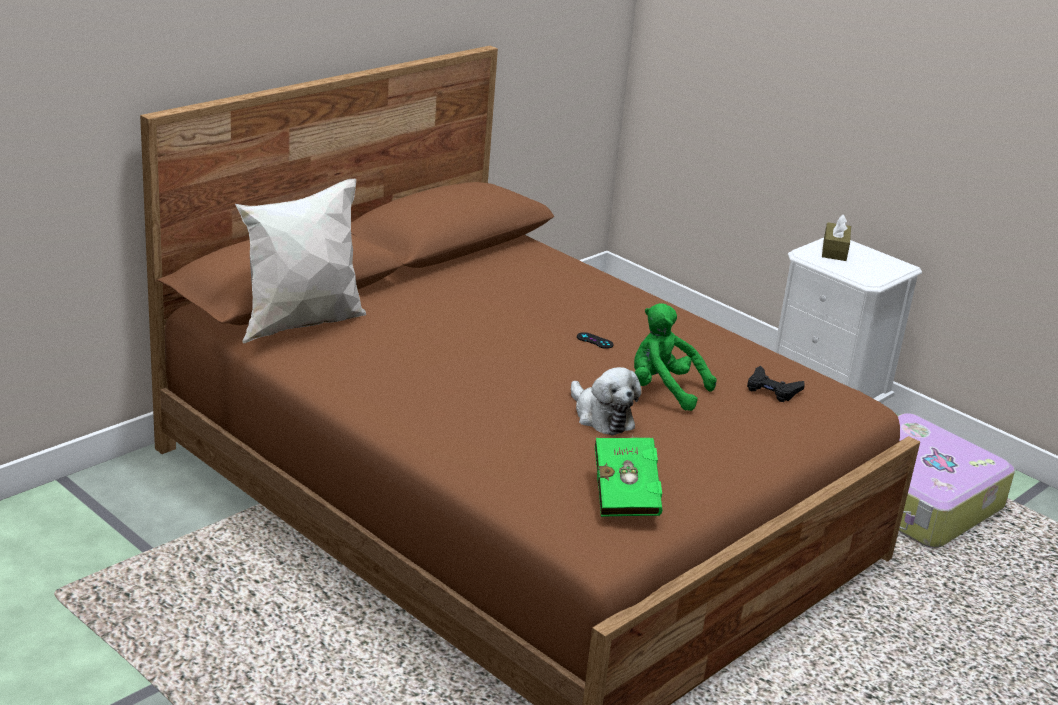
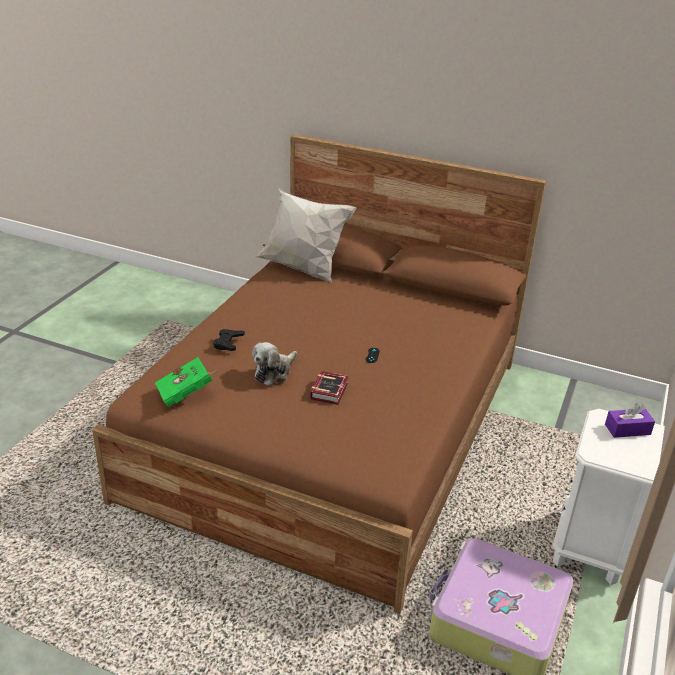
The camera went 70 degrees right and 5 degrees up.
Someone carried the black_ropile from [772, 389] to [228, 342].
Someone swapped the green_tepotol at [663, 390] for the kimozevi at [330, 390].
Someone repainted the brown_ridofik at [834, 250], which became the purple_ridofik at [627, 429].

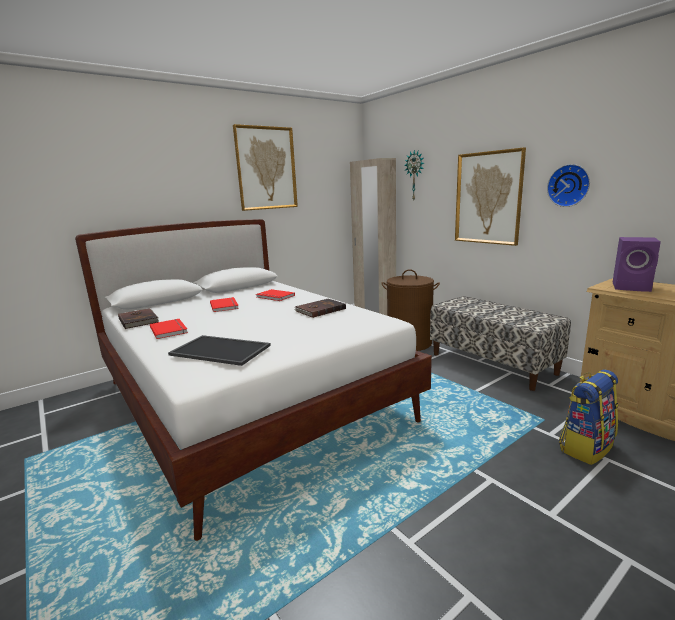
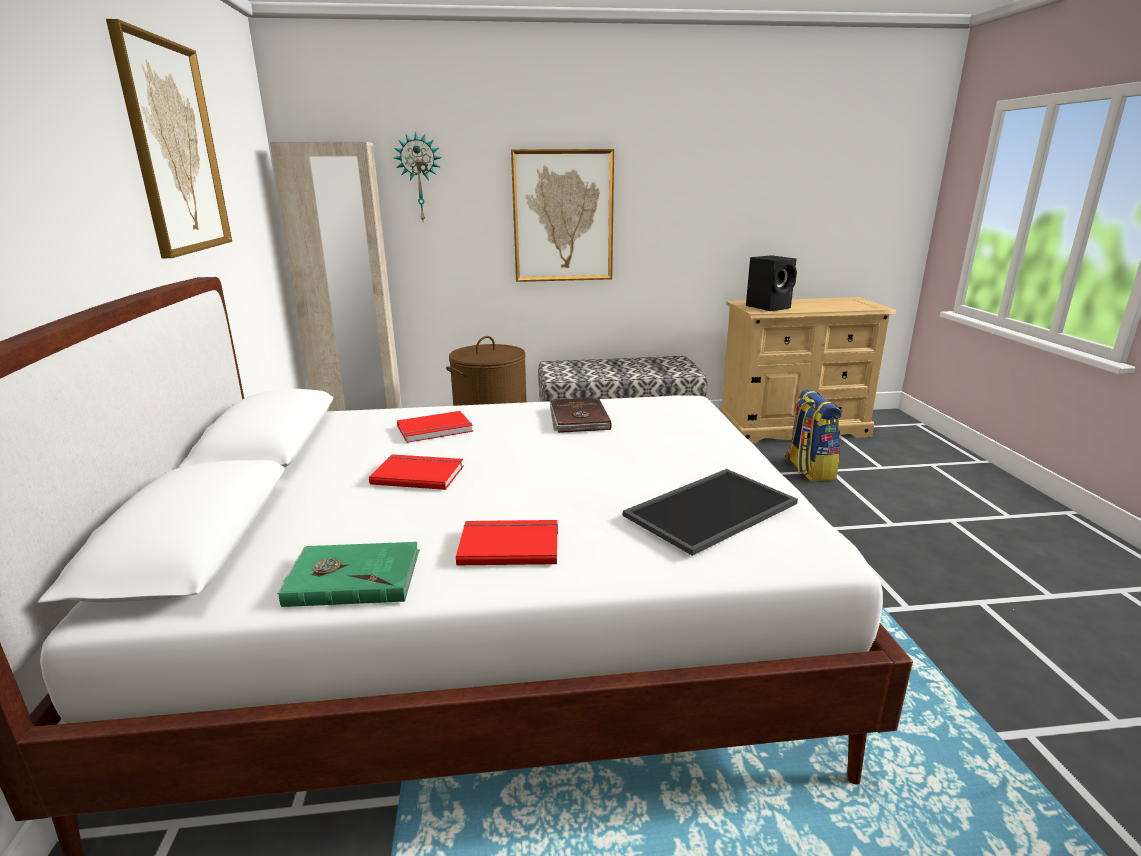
The camera went 60 degrees left and 5 degrees up.
Someone repainted the brown_kimozevi at [139, 320], which became the green_kimozevi at [353, 577].
Someone repainted the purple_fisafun at [632, 287], which became the black_fisafun at [769, 307].
Someone took away the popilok at [569, 185].

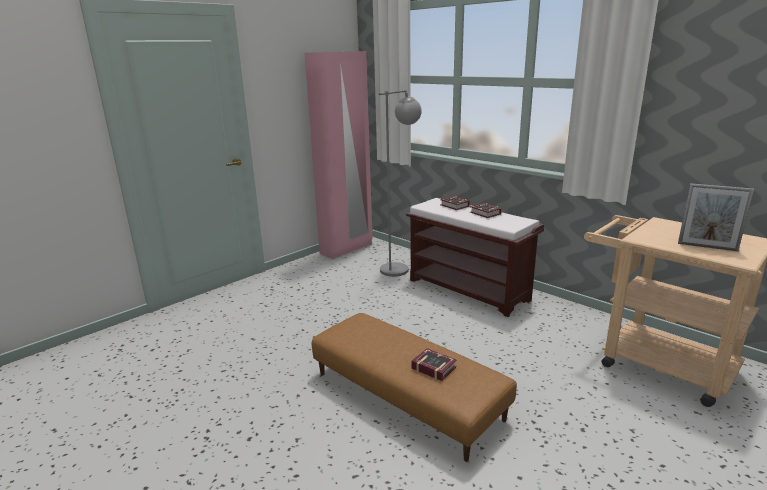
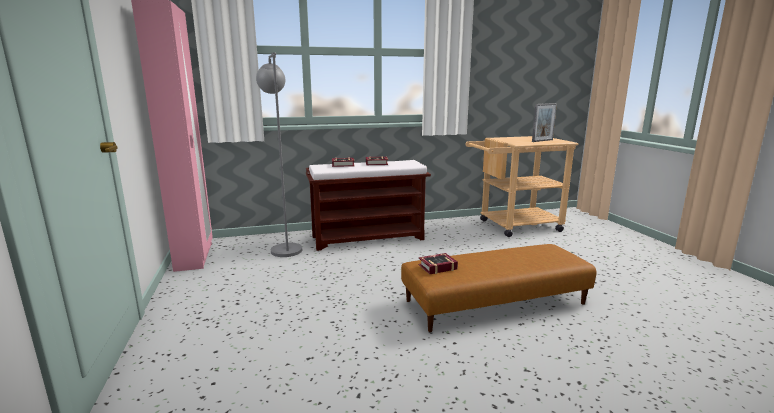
The camera went 60 degrees left and 5 degrees down.
Someone carried the kimozevi from [432, 367] to [435, 267].

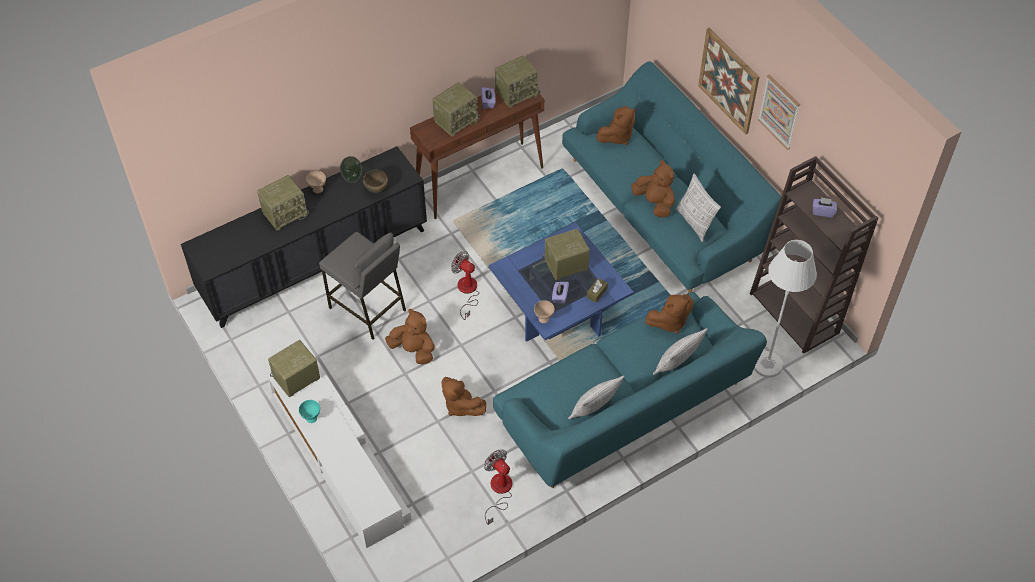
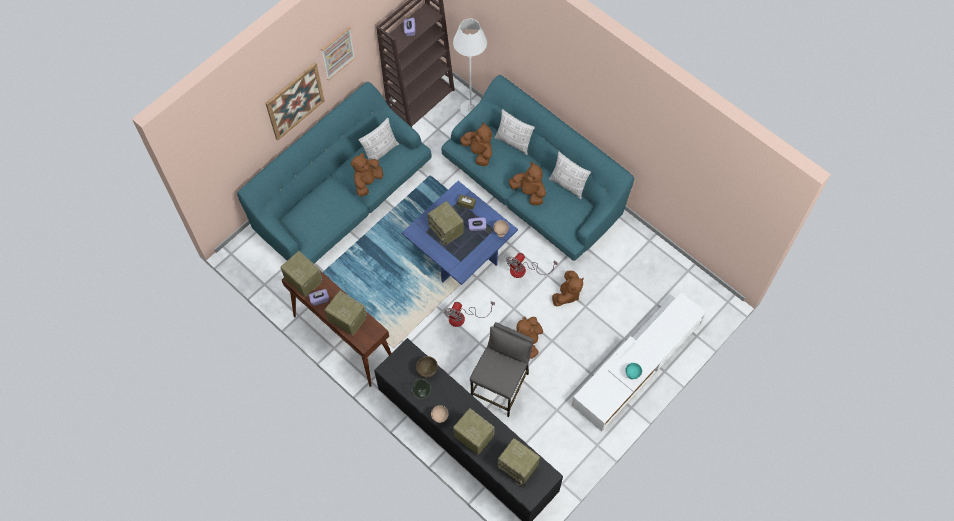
The camera went 105 degrees left and 10 degrees up.
Someone carried the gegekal from [296, 379] to [518, 466].
Someone carried the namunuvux from [499, 491] to [524, 270].
Someone carried the brown_tepotol from [617, 136] to [529, 192].

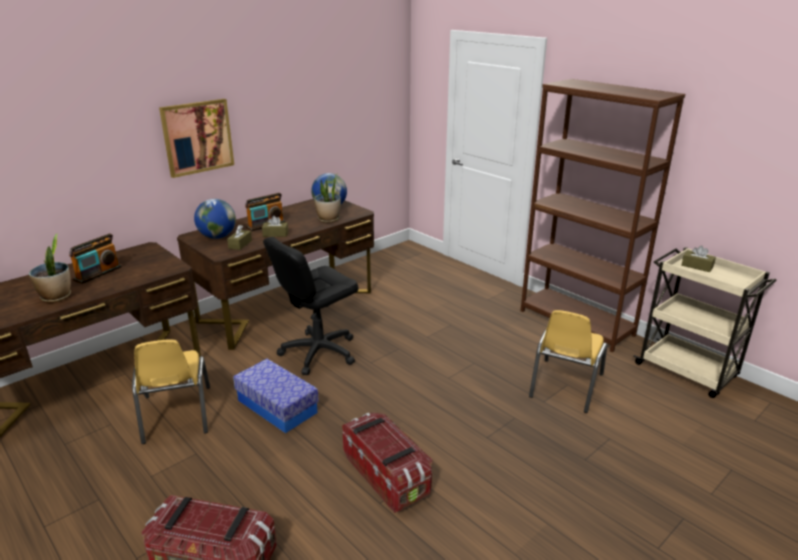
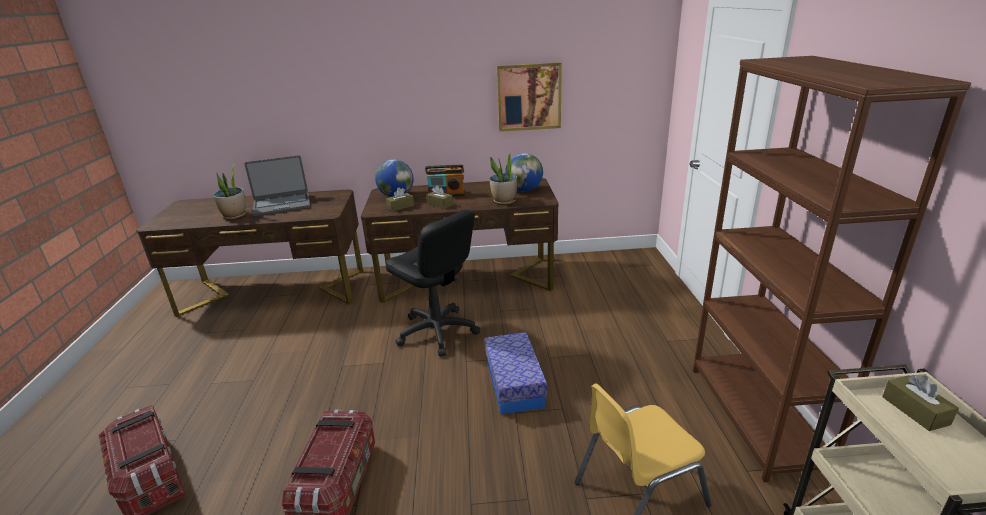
The camera went 40 degrees right and 0 degrees up.
Someone swapped the gegekal at [98, 273] for the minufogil at [282, 205].
Someone rotated the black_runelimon at [318, 352] by 135 degrees counterclockwise.
Someone carried the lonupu from [277, 406] to [514, 383].
Someone carried the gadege from [197, 137] to [529, 97].
Someone took away the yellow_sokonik at [176, 414].

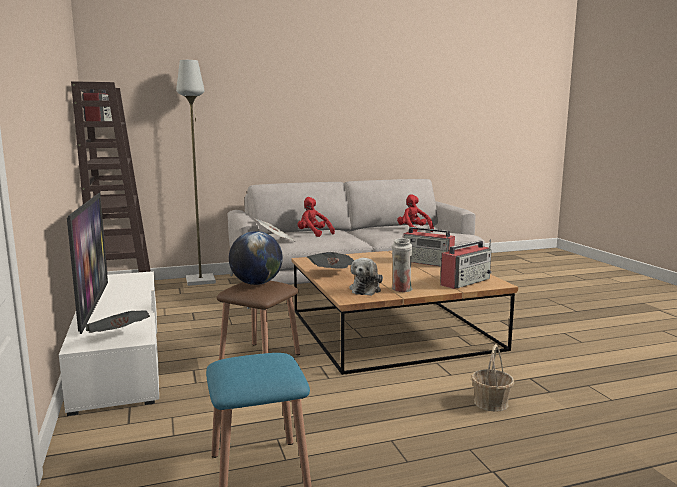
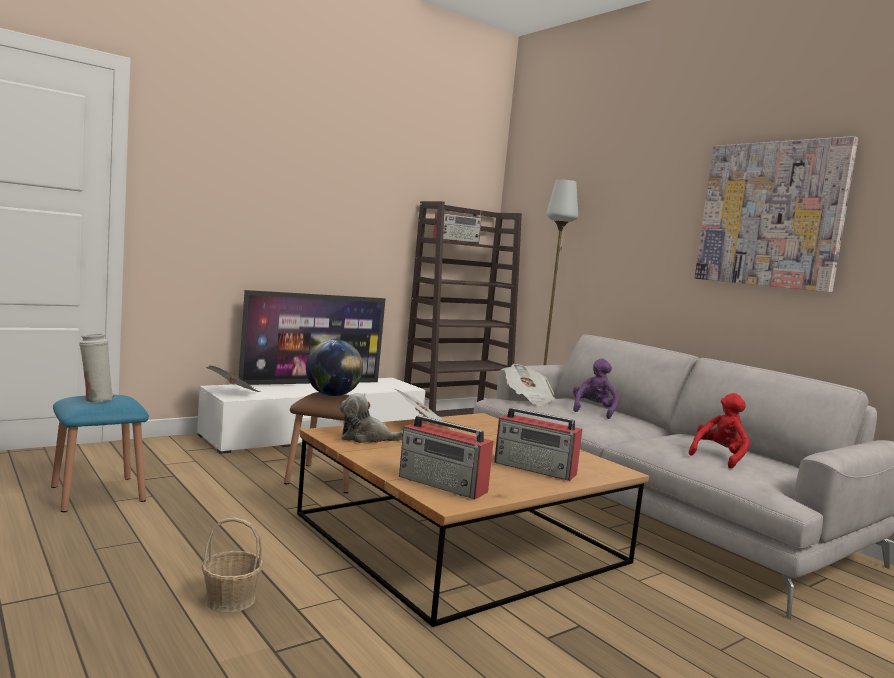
The camera went 70 degrees right and 5 degrees down.
Someone carried the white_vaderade from [401, 290] to [95, 399].
Someone rotated the gegekal at [428, 263] by 75 degrees counterclockwise.
Someone repainted the red_tepotol at [313, 234], which became the purple_tepotol at [593, 411].
Someone put up the gadege at [771, 214].

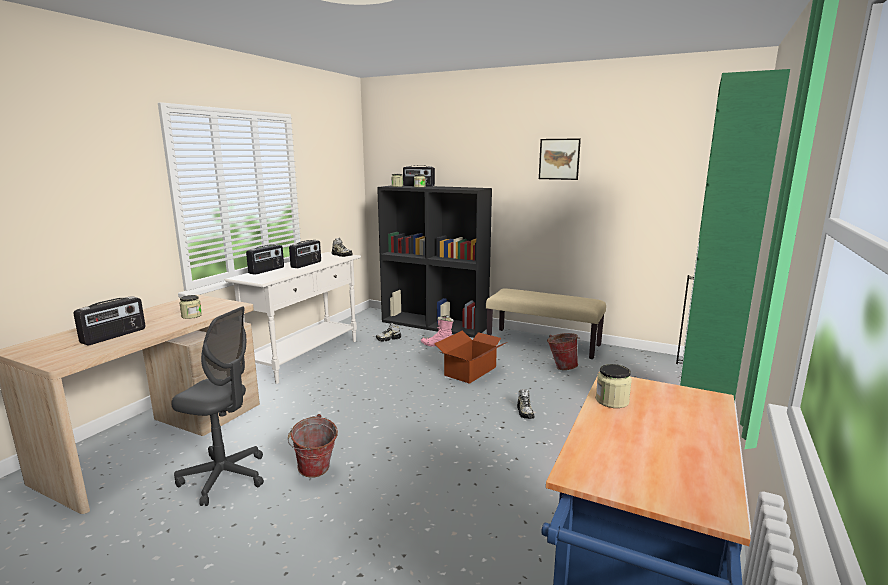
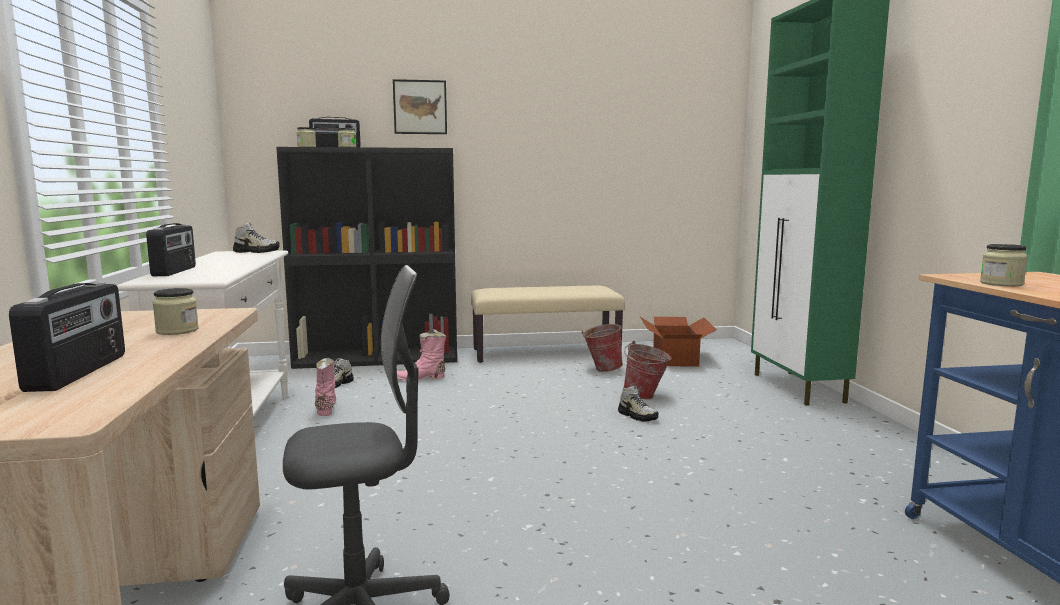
The camera went 35 degrees left and 5 degrees down.
Someone put down the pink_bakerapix at [325, 408].
Someone carried the gadege from [559, 159] to [420, 107].
Someone carried the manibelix from [315, 473] to [646, 397].
Someone carried the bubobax from [471, 371] to [675, 358].
Someone took away the gegekal at [306, 264].

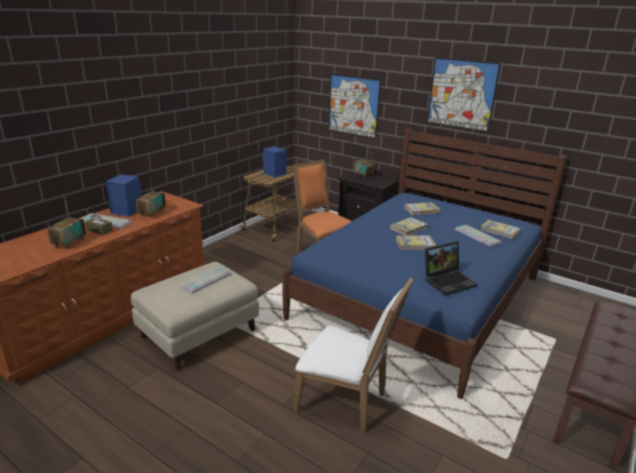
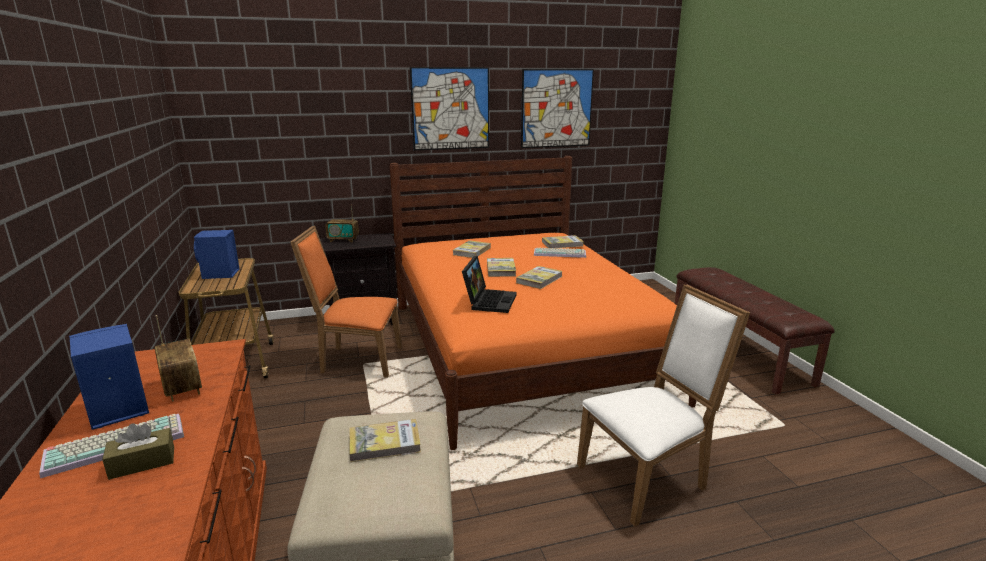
The camera went 50 degrees left and 5 degrees down.
Someone swapped the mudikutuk at [206, 281] for the kimozevi at [384, 443].
Someone repainted the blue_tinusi at [420, 297], which became the orange_tinusi at [522, 349].
Someone carried the minufogil from [448, 280] to [489, 301].
Someone carried the gadege from [353, 106] to [556, 108].
Someone took away the gegekal at [69, 243].

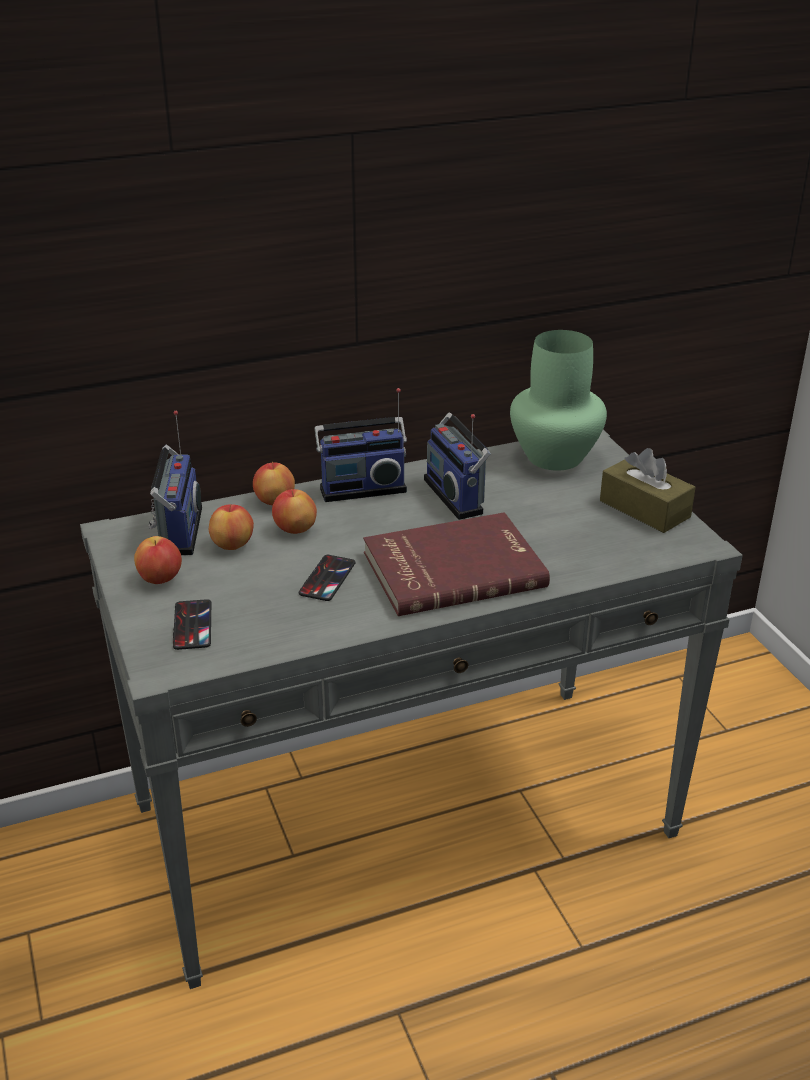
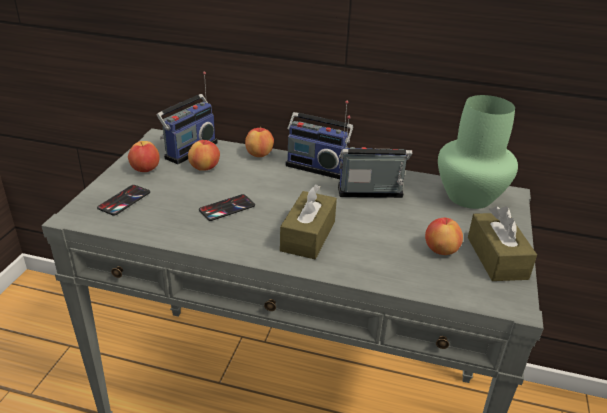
The camera went 35 degrees right and 0 degrees up.
Someone swapped the red_kimozevi at [452, 568] for the brown_ridofik at [308, 236].
Someone rotated the gegekal at [457, 495] by 75 degrees clockwise.
Someone carried the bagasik from [295, 529] to [440, 250].

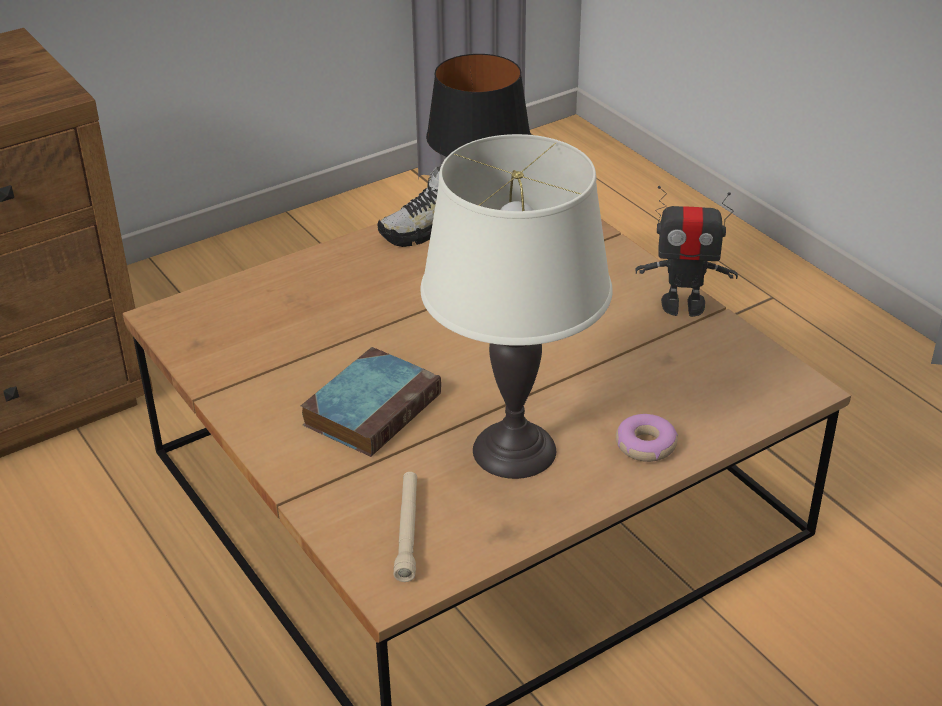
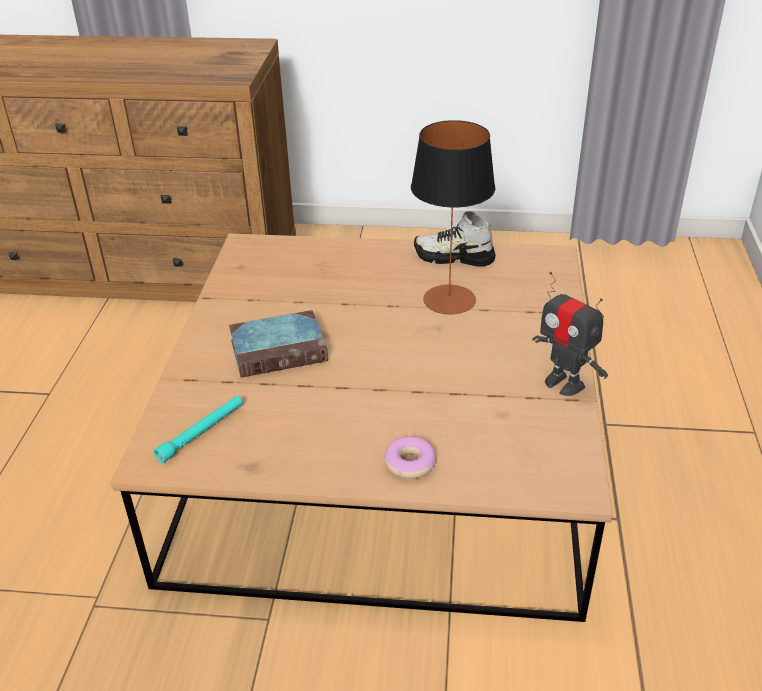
The camera went 40 degrees right and 0 degrees up.
Someone repainted the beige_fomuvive at [407, 531], which became the turquoise_fomuvive at [201, 432].
Someone took away the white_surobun at [514, 451].

